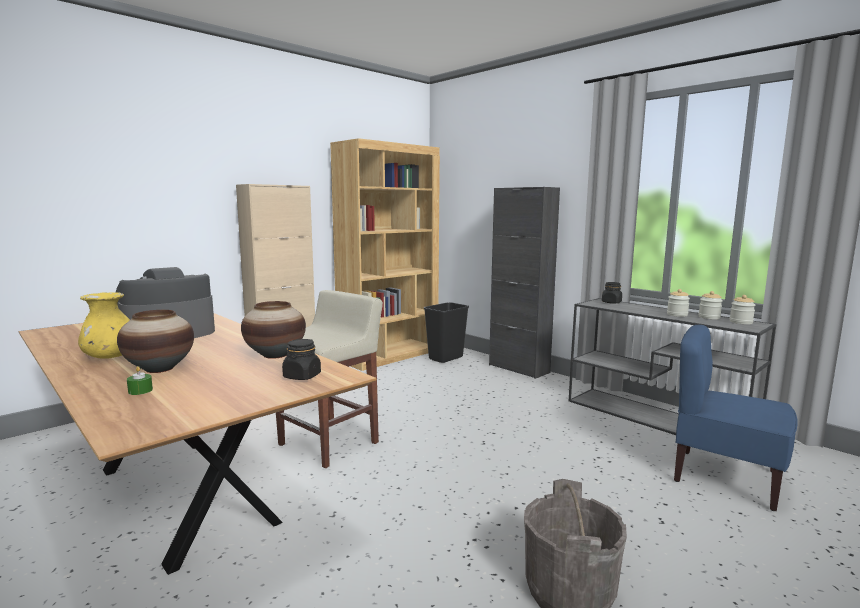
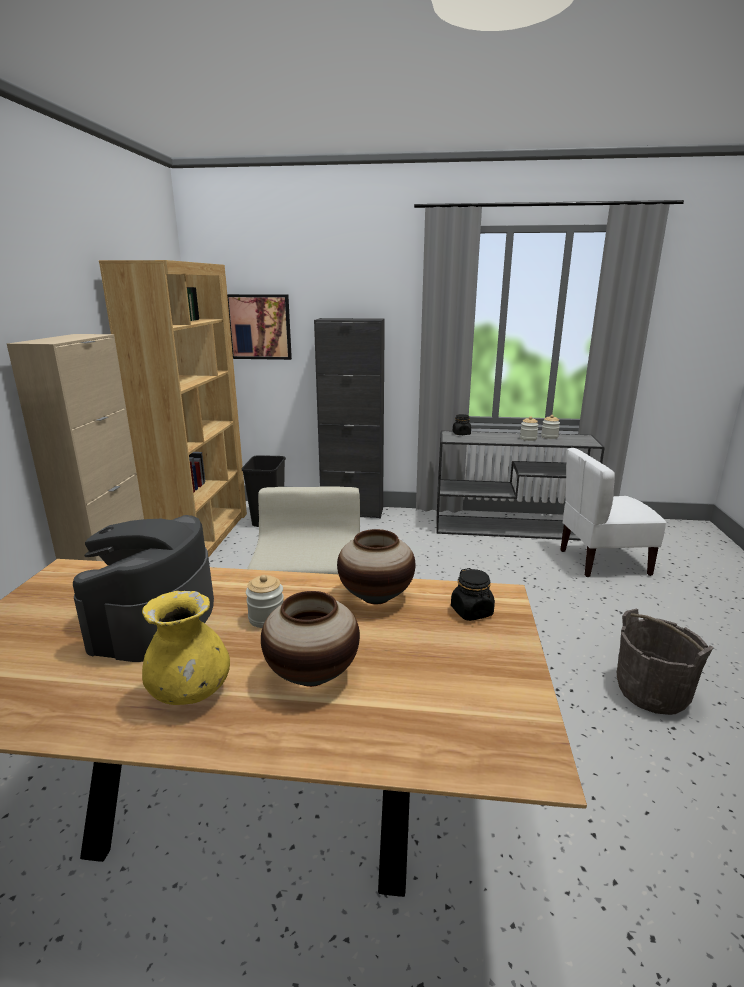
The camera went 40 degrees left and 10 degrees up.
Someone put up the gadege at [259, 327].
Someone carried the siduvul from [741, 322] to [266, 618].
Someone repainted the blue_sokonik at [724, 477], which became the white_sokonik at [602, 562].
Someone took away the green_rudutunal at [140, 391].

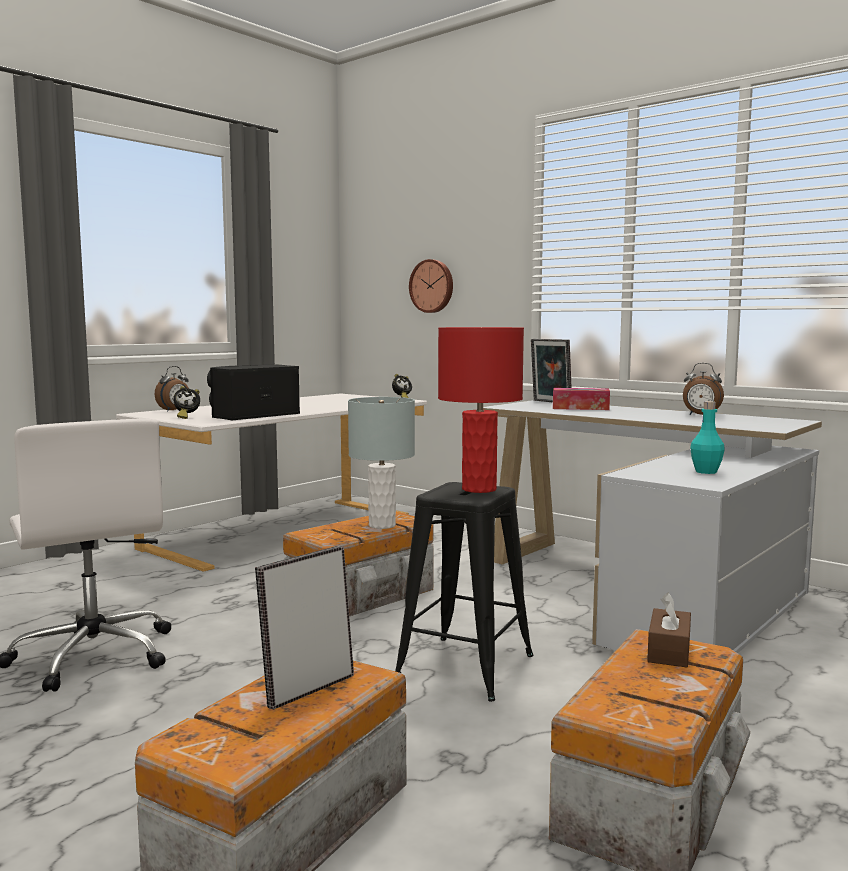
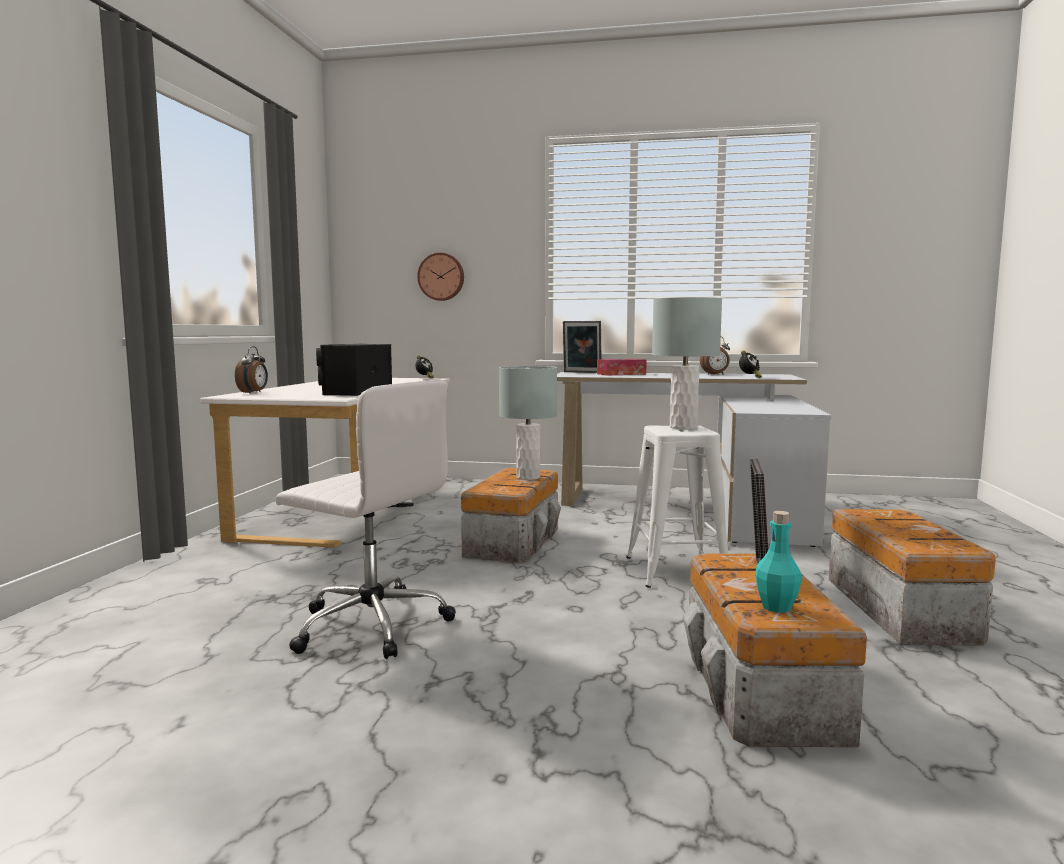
The camera went 30 degrees left and 0 degrees up.
Someone repainted the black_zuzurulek at [465, 667], which became the white_zuzurulek at [676, 570].
Someone repainted the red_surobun at [479, 489], which became the grey_surobun at [683, 427].
Someone carried the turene from [186, 417] to [749, 377].
Someone carried the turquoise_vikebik from [706, 472] to [776, 607].
Someone took away the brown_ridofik at [669, 651].

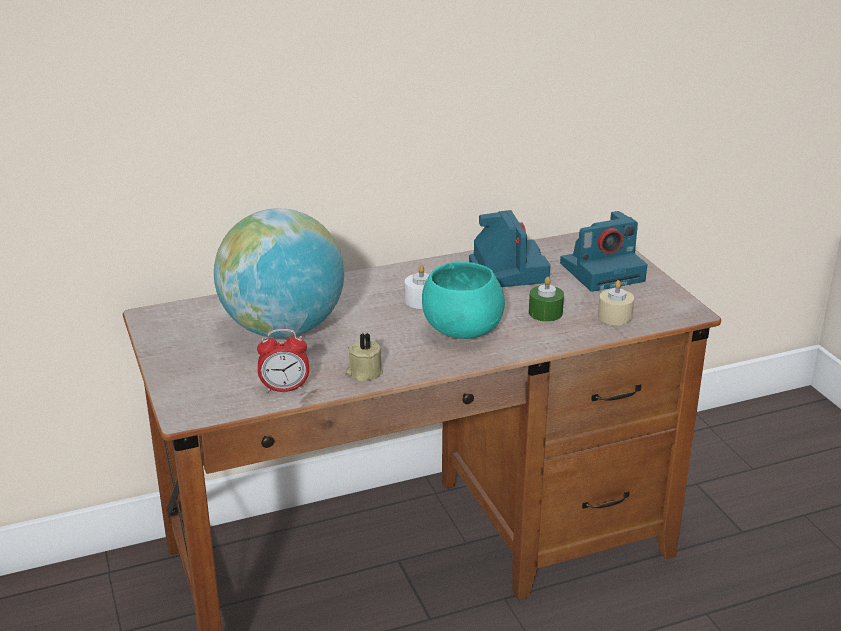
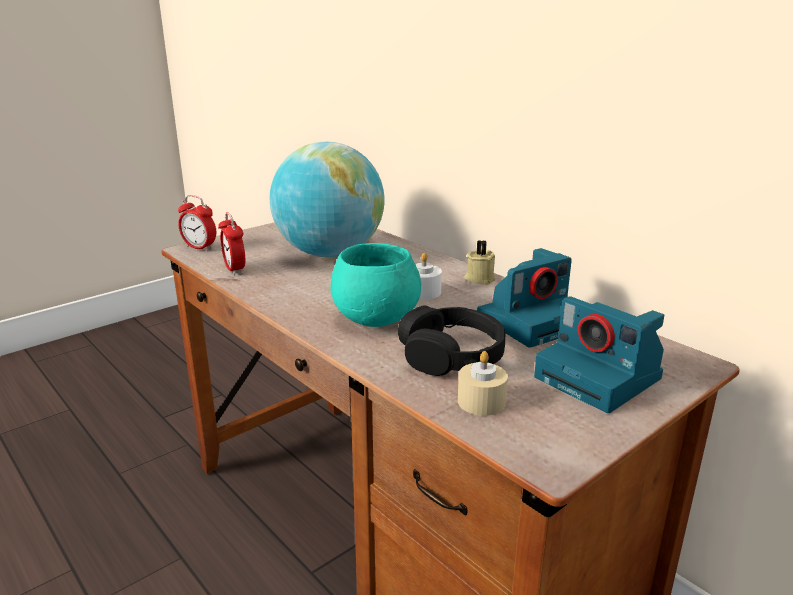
The camera went 70 degrees right and 5 degrees down.
Someone put down the turene at [200, 248].
Someone swapped the green_rudutunal at [545, 313] for the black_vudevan at [451, 355].
Someone carried the beige_rudutunal from [364, 373] to [479, 278].

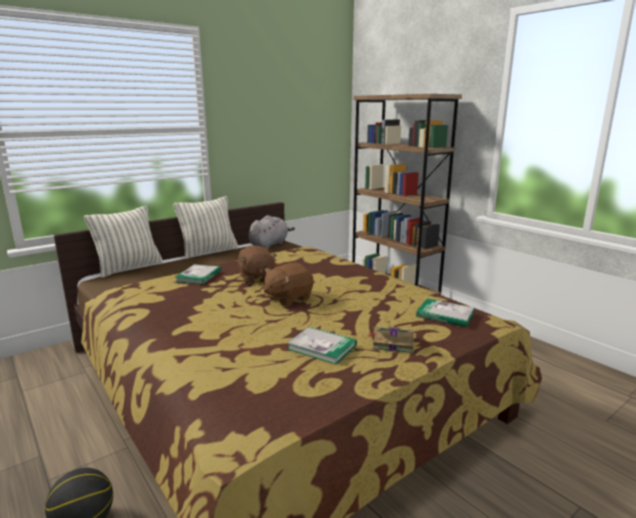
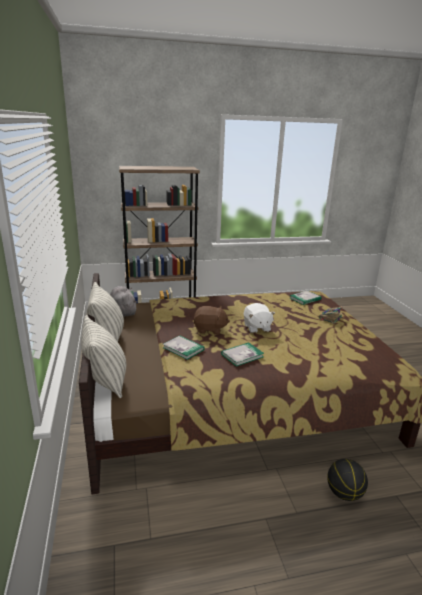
The camera went 65 degrees left and 5 degrees up.
Someone carried the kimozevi from [322, 347] to [242, 355].
Someone repainted the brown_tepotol at [288, 298], which became the white_tepotol at [256, 327].

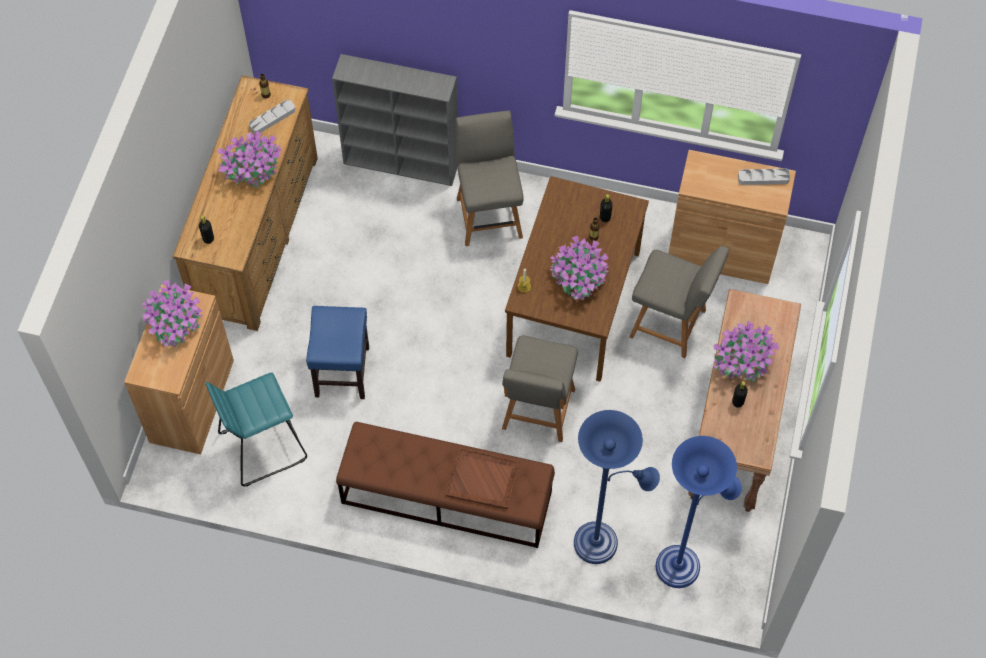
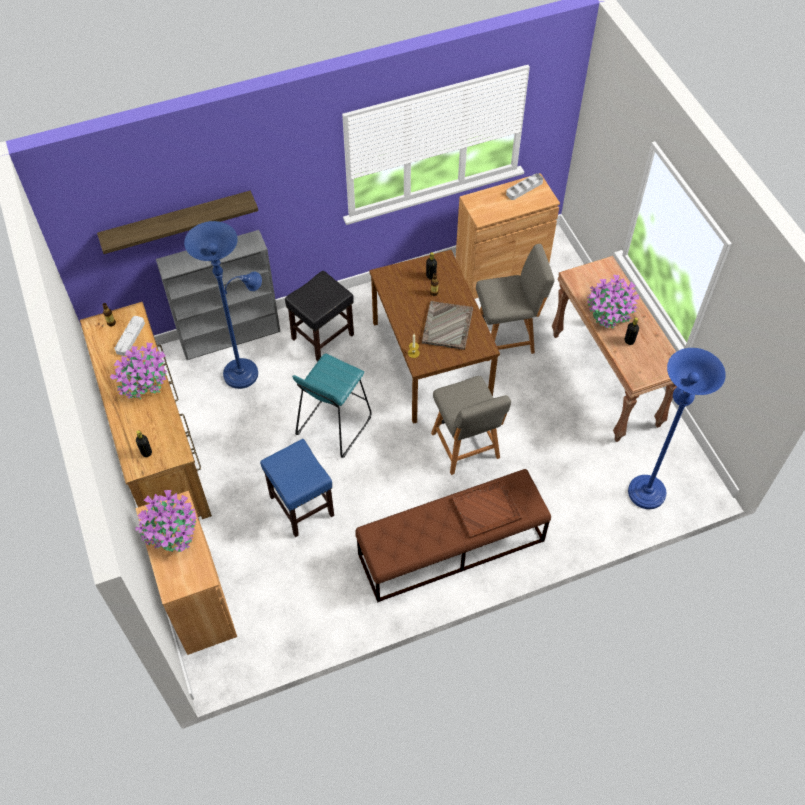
The camera went 35 degrees left and 5 degrees down.
Someone put up the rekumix at [177, 221].
Someone carried the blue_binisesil from [601, 542] to [244, 371].
Someone swapped the grey_sokonik at [489, 215] for the black_zuzurulek at [323, 336].
Someone carried the turquoise_zuzurulek from [262, 446] to [333, 426].
Someone swapped the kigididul at [578, 279] for the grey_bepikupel at [447, 326].

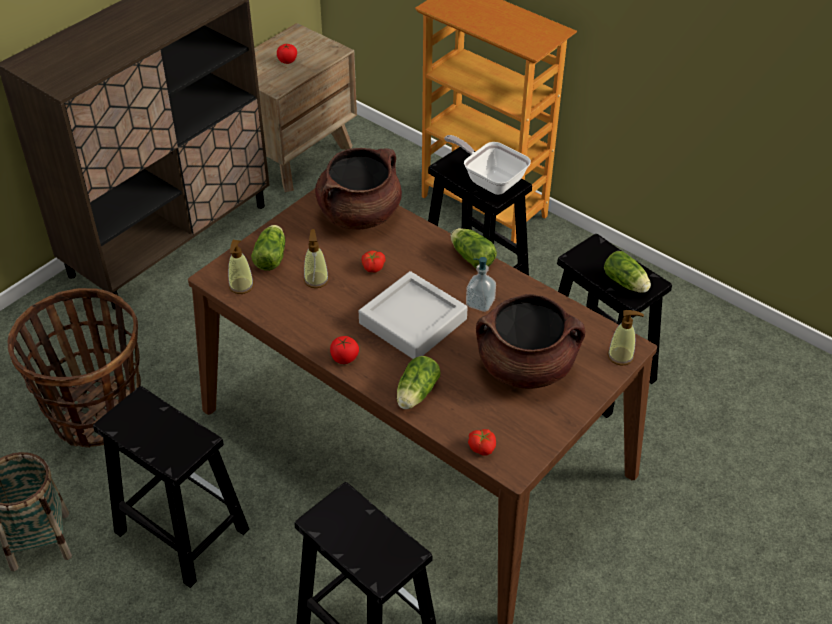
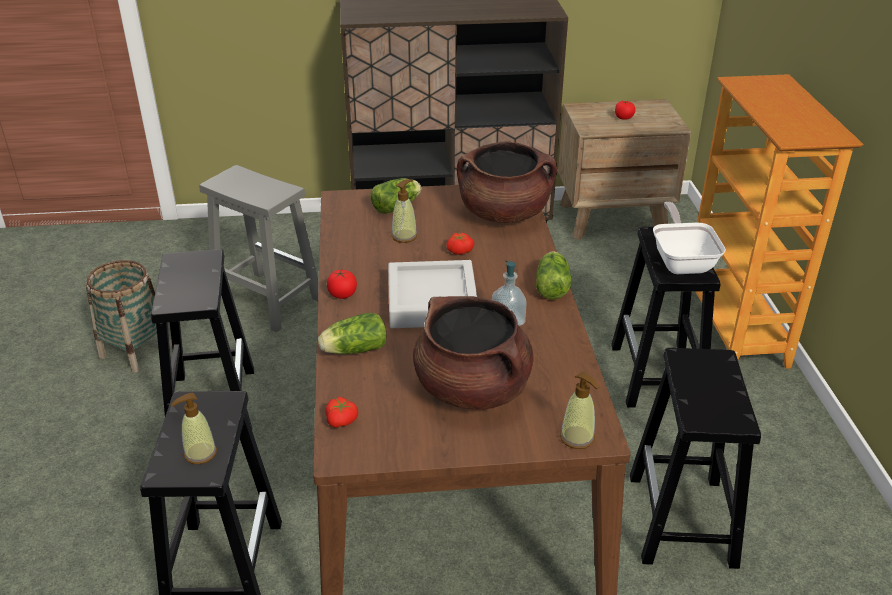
The camera went 45 degrees right and 10 degrees down.
Someone carried the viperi from [241, 286] to [200, 453].
Someone swapped the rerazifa at [96, 413] for the grey_zuzurulek at [265, 300].
Someone took away the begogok at [626, 284].

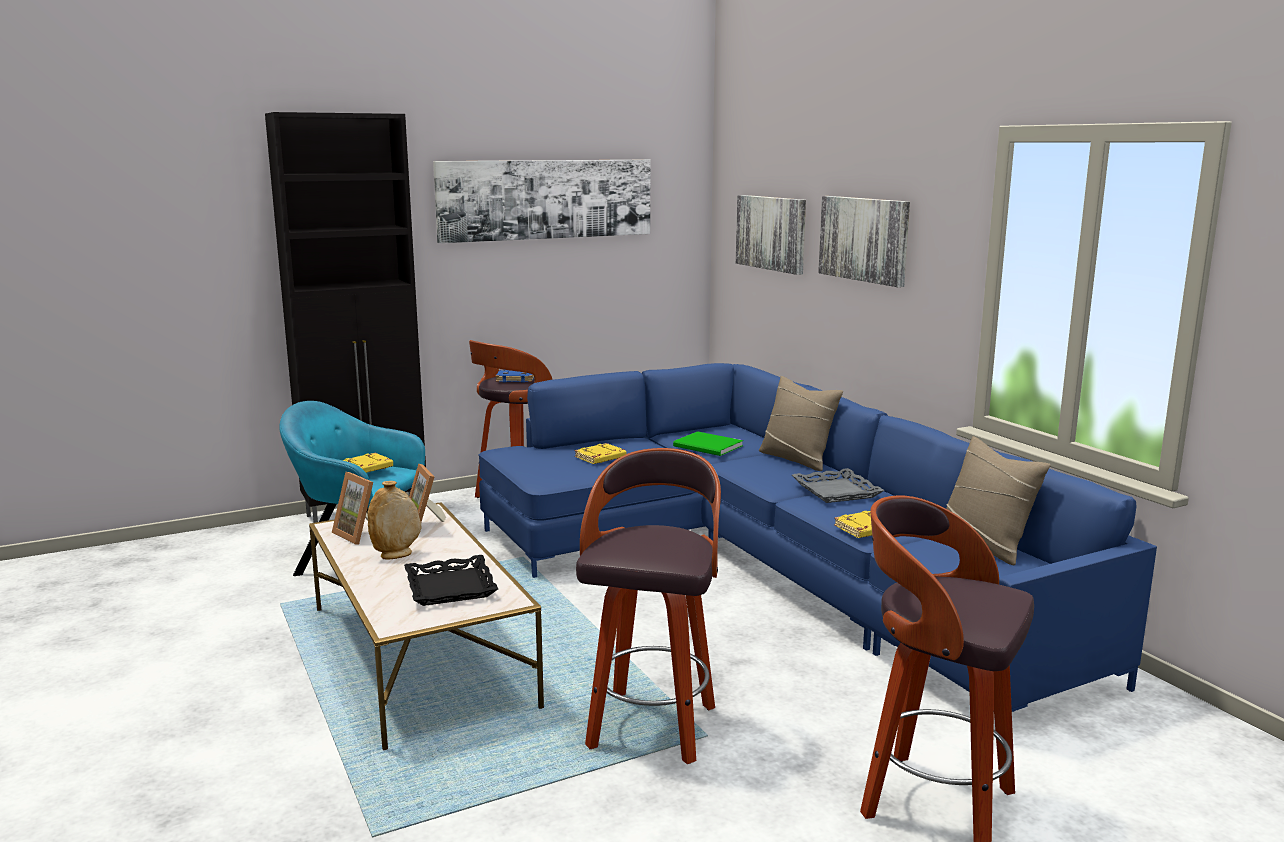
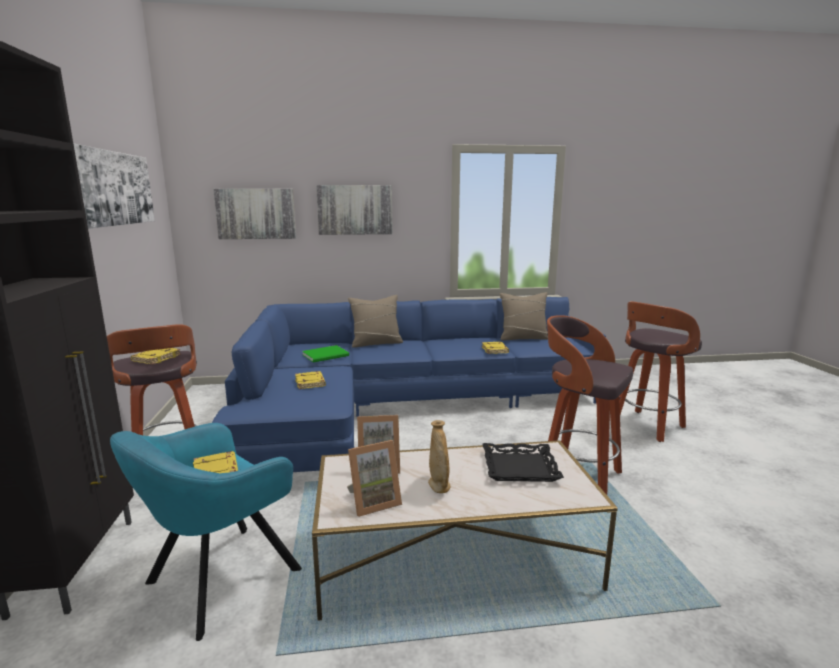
The camera went 70 degrees left and 0 degrees up.
Someone repainted the blue_kimozevi at [516, 379], which became the yellow_kimozevi at [156, 358].
Someone took away the grey_bepikupel at [837, 491].

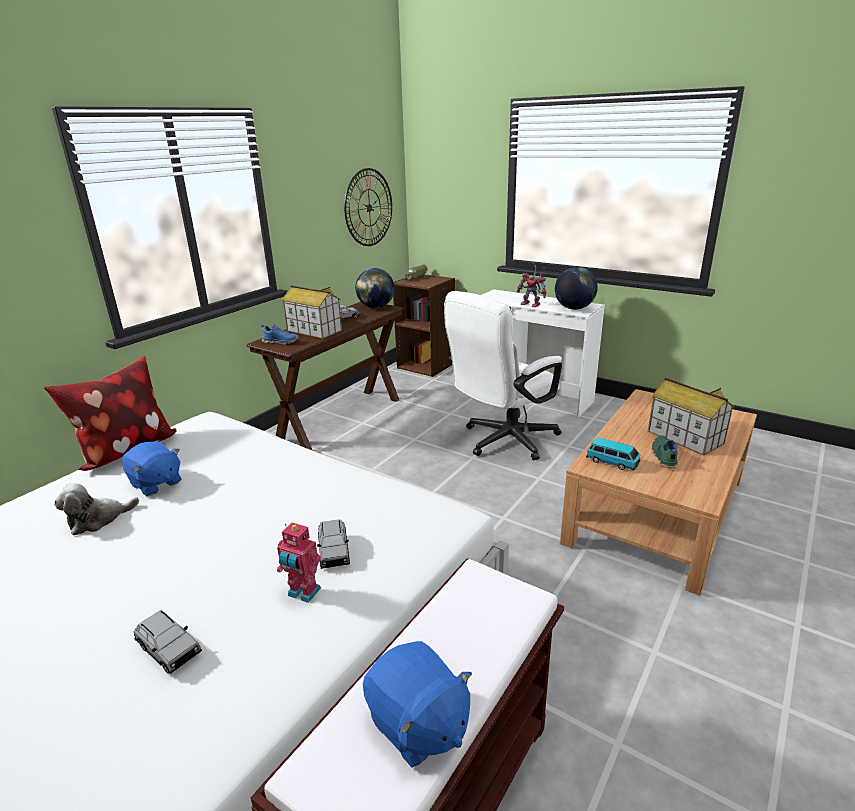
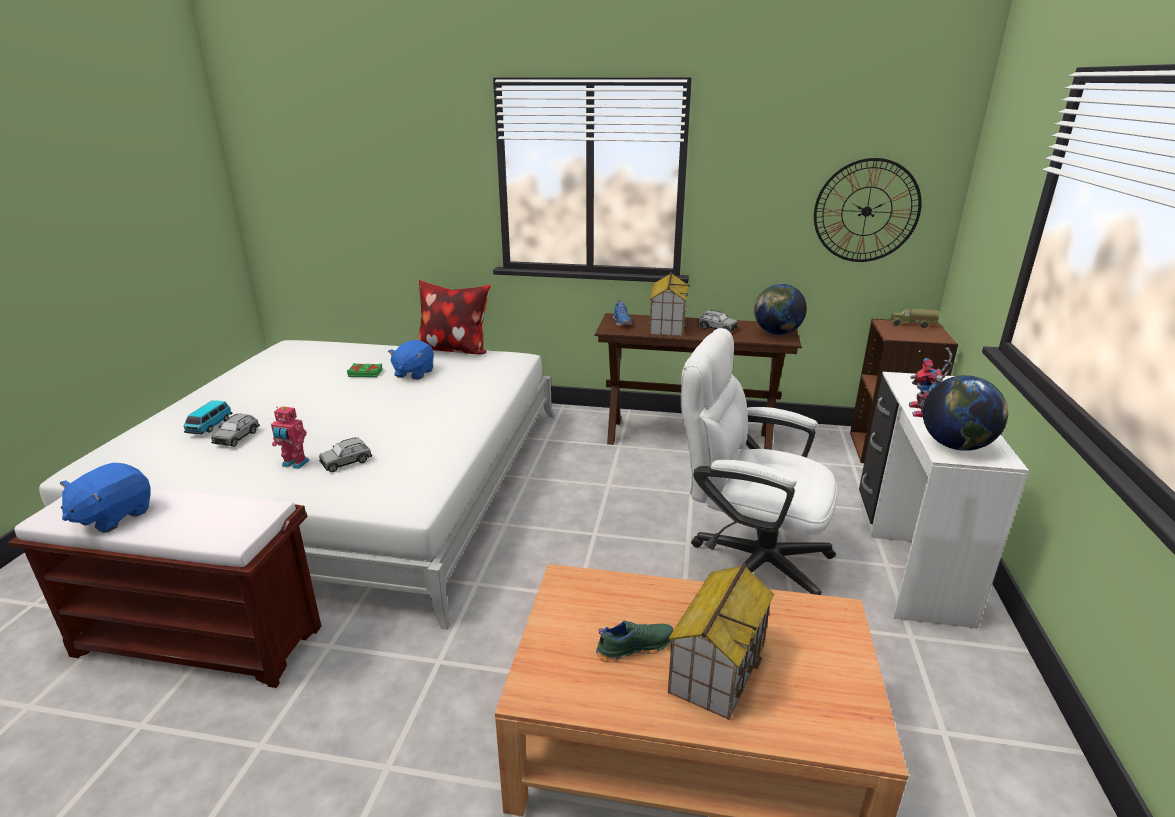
The camera went 65 degrees right and 0 degrees up.
Someone carried the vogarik from [612, 462] to [210, 426].
Someone rotated the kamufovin at [303, 593] by 75 degrees counterclockwise.
Someone swapped the tepotol at [98, 519] for the green_kimozevi at [365, 373].

